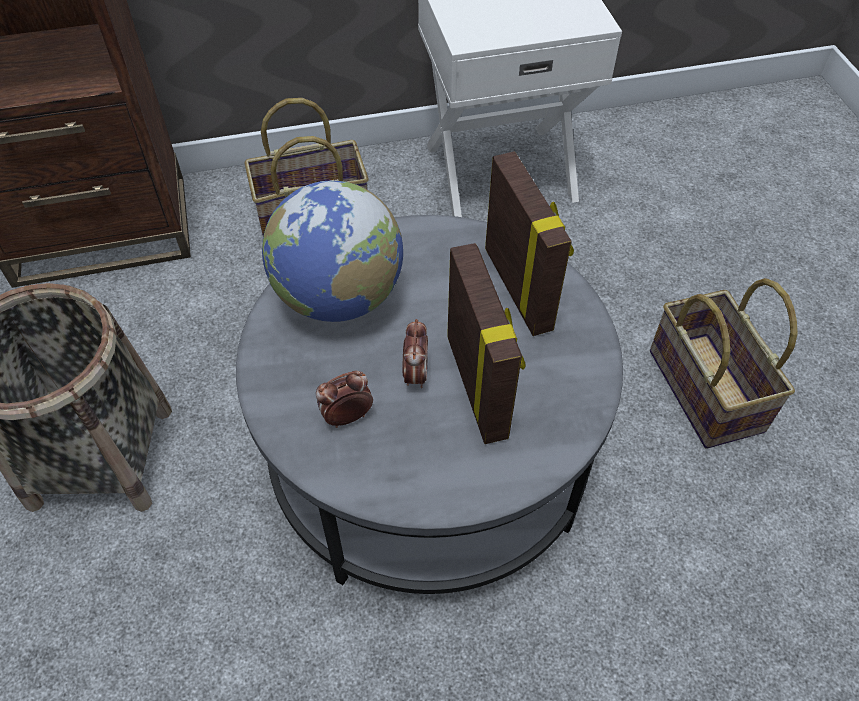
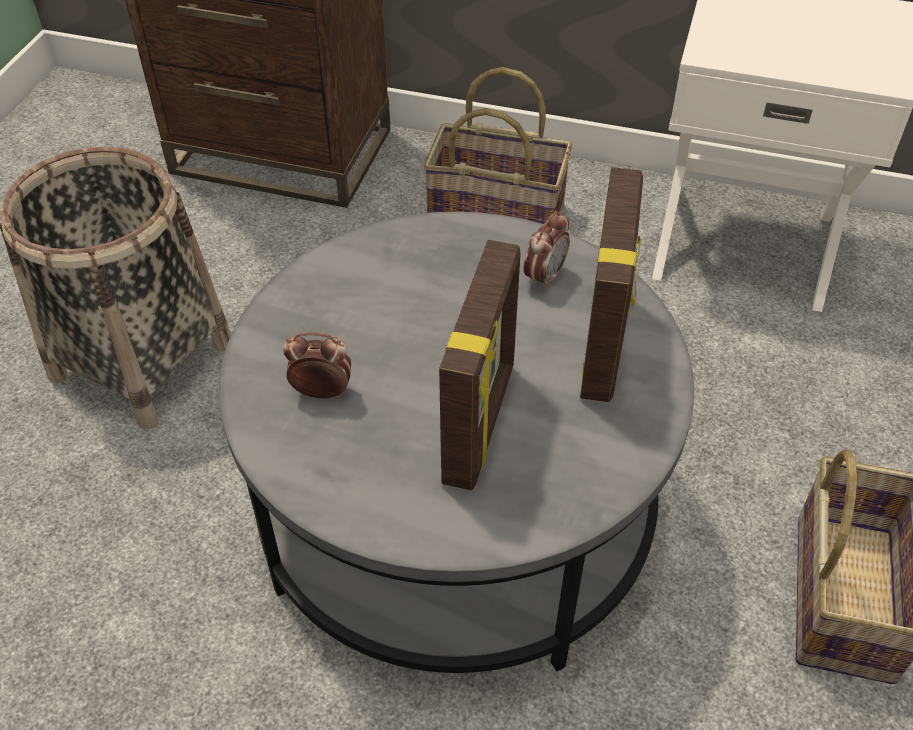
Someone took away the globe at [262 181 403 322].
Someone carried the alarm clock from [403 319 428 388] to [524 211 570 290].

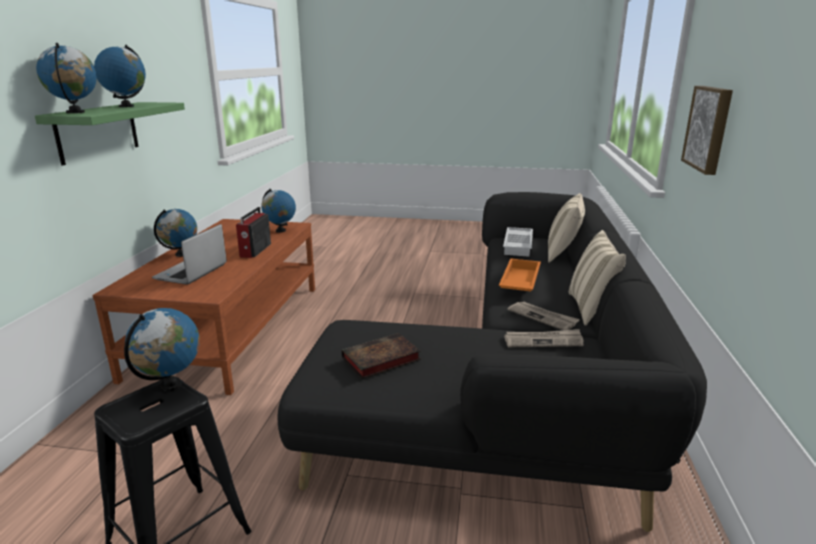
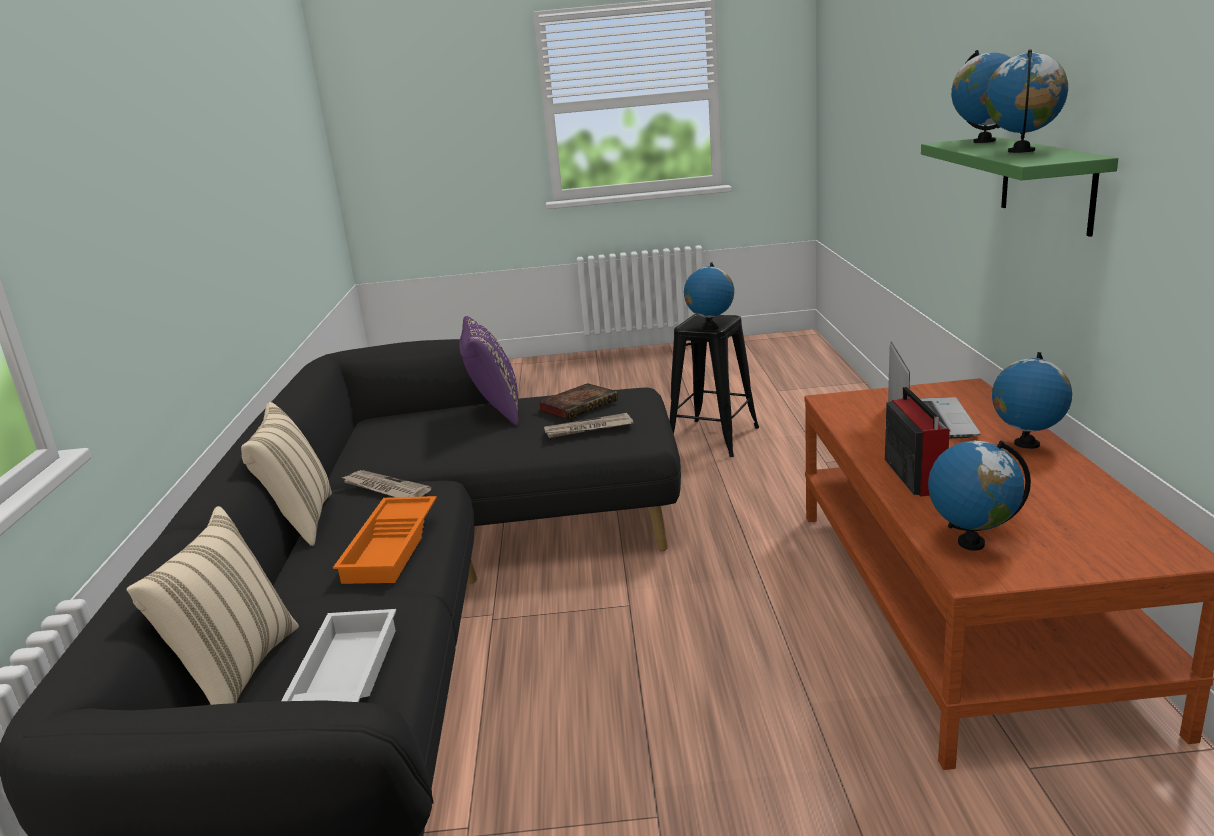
Someone took away the picture at [681 86 733 175].
Someone put down the pillow in purple at [459 316 518 426].
Someone carried the newspaper from [504 329 584 347] to [544 413 633 438].

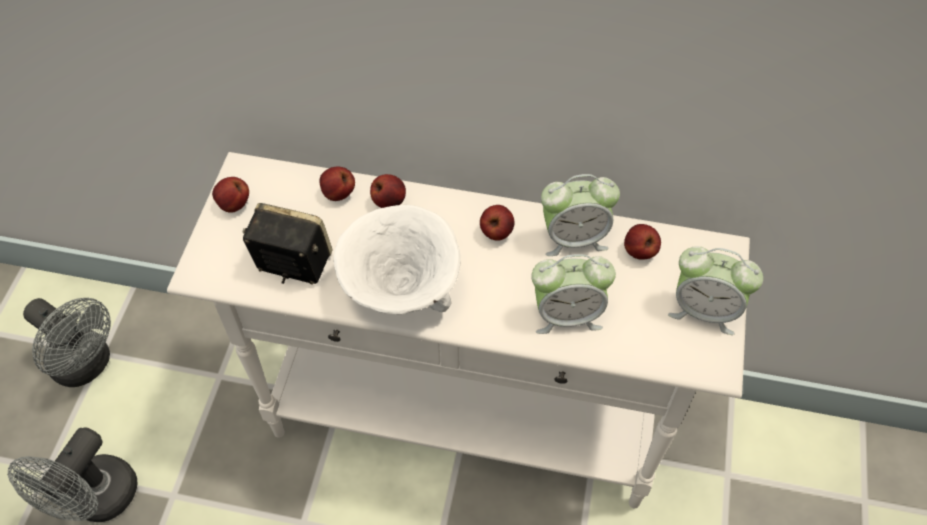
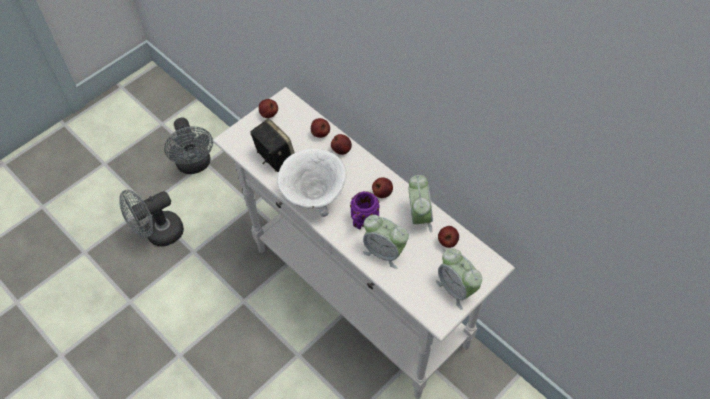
Someone put down the mug in purple at [350 191 380 230].
Someone rotated the alarm clock at [541 174 620 256] by 120 degrees counterclockwise.

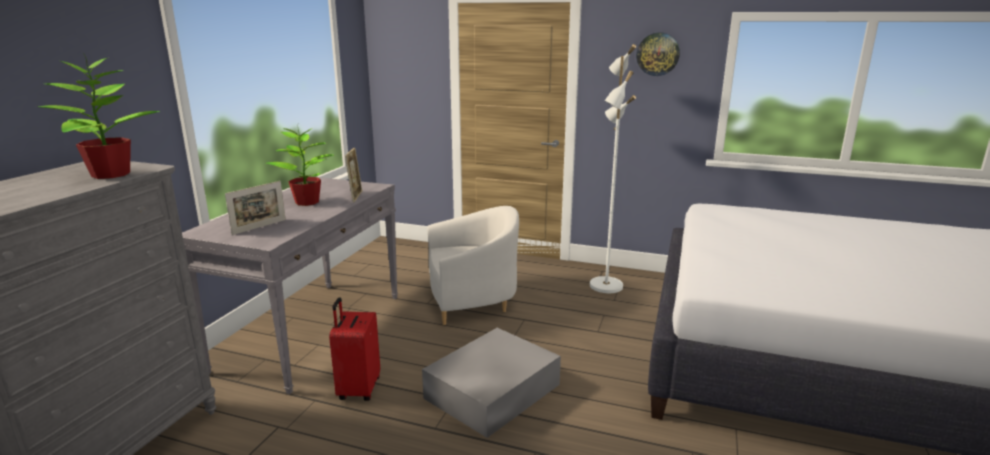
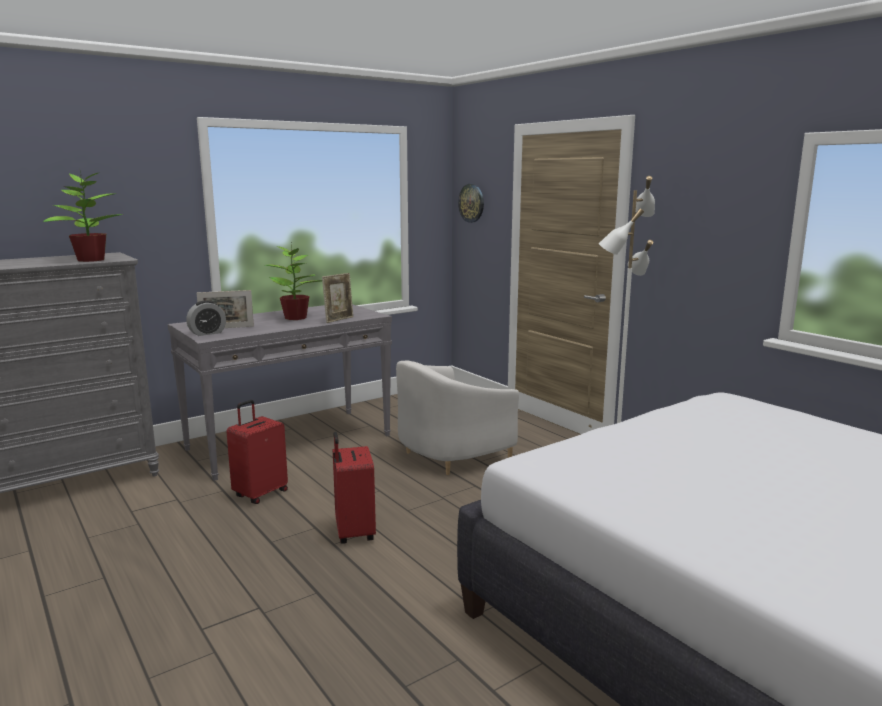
Someone put down the alarm clock at [186 300 226 336].
Someone carried the wall clock from [636 33 680 76] to [458 184 484 223].
Someone swapped the storage box in grey at [422 328 561 438] for the suitcase in red at [333 432 376 544].
Someone rotated the armchair in white at [427 206 519 325] by 120 degrees clockwise.

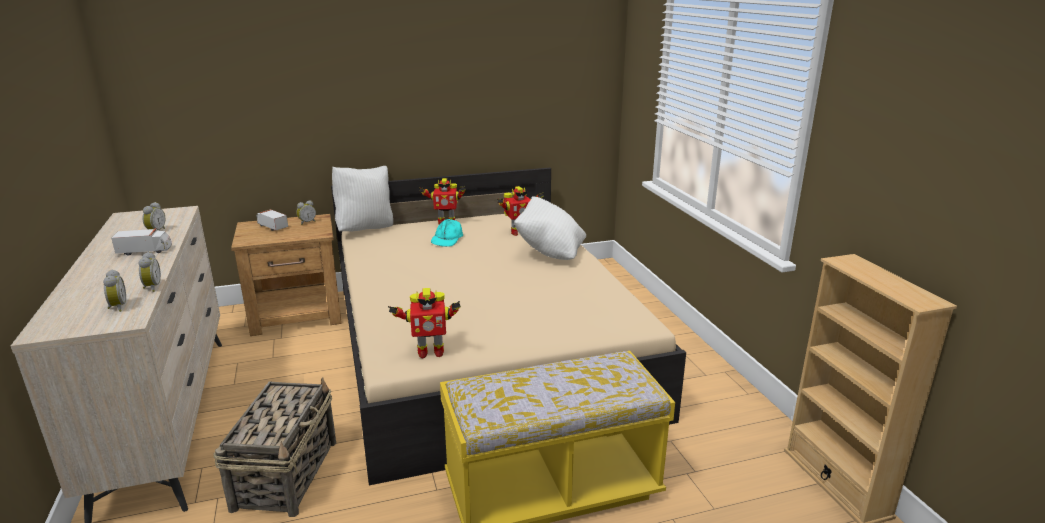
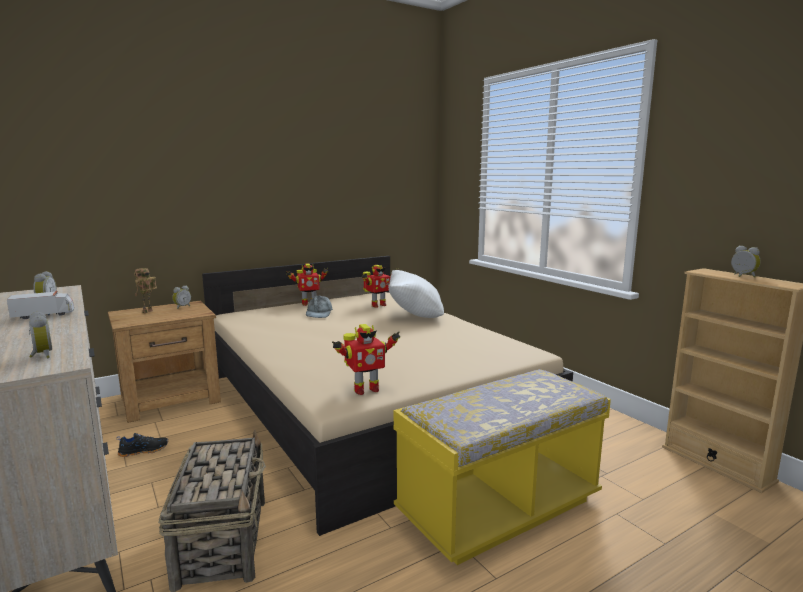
Someone took away the pillow in white at [332 166 393 231].
Someone put down the shoe in black at [117 433 168 457].
Someone carried the alarm clock from [139 252 161 292] to [731 246 761 278].
Someone swapped the toy truck at [256 209 288 231] for the toy robot at [134 268 157 313].
Someone repainted the cap in turquoise at [431 219 463 247], which became the cap in grey at [306 295 333 318].

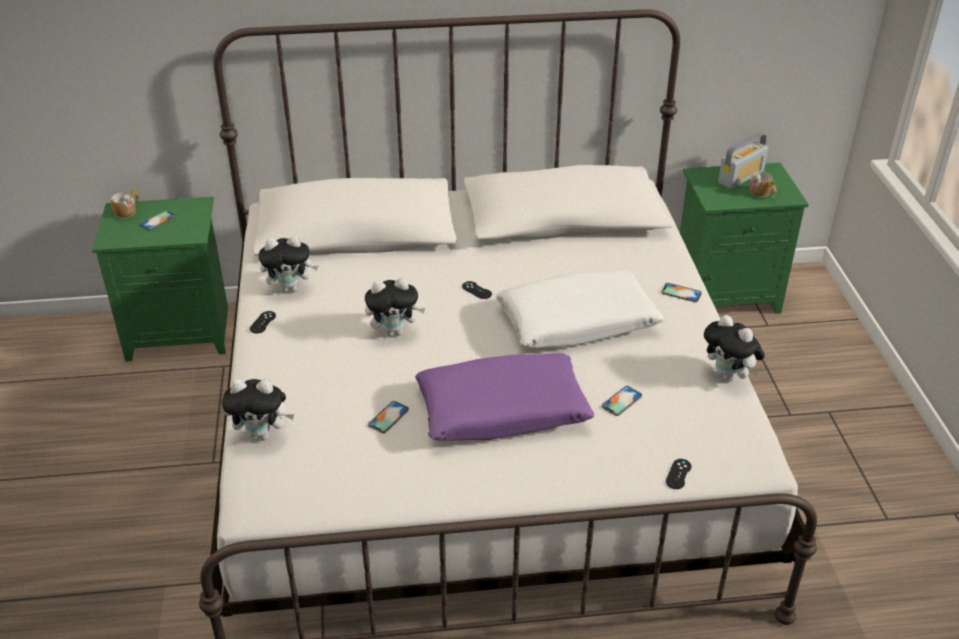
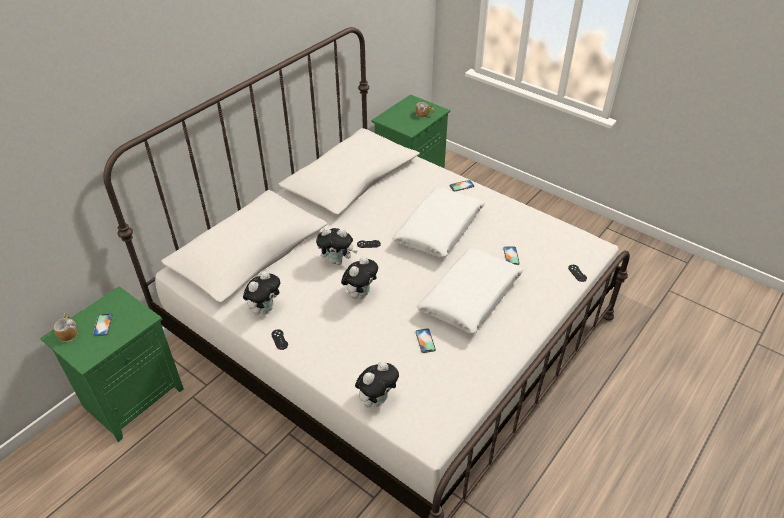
Someone took away the radio at [718 132 768 189].
Someone carried the plush toy from [704 315 765 382] to [316 227 358 265].
Someone repainted the pillow in purple at [415 353 594 441], which became the pillow in white at [417 248 524 334].

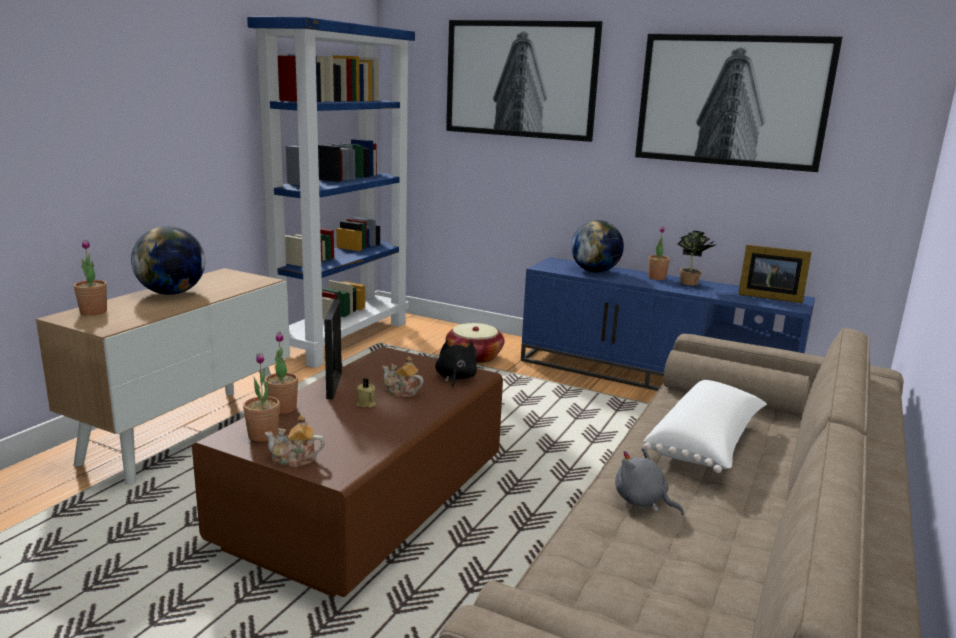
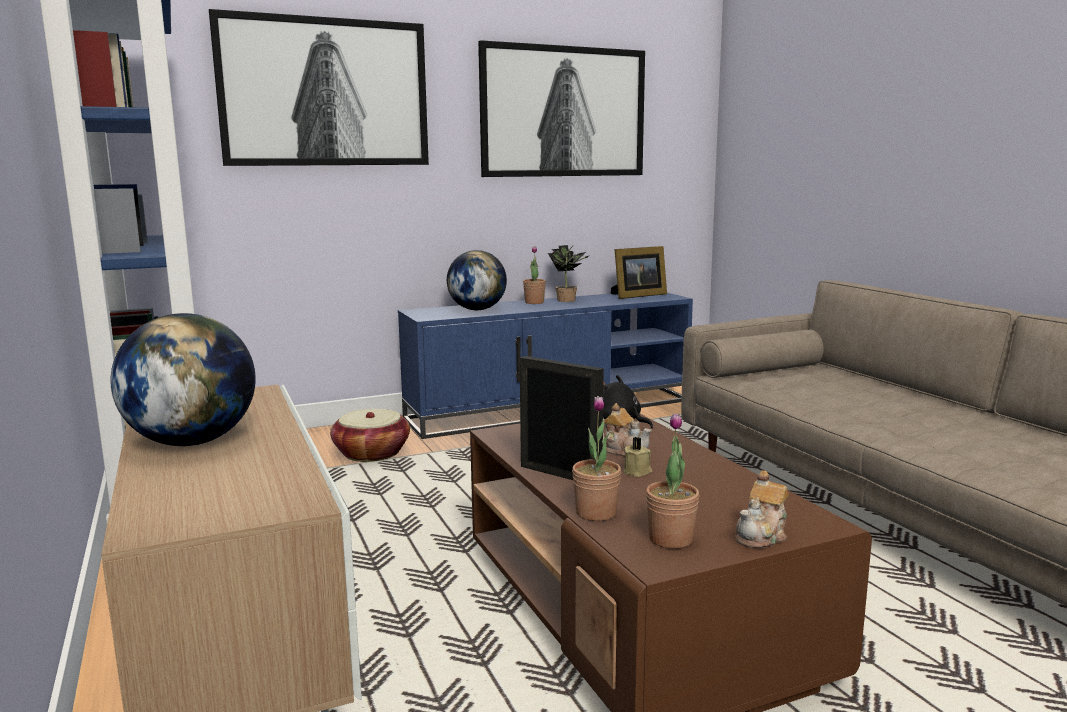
Someone took away the potted plant at [74 240 107 316].
Someone took away the plush toy in grey at [615 447 684 515].
Someone took away the pillow in white at [643 380 767 473].
Someone rotated the teapot at [382 356 424 397] by 120 degrees counterclockwise.

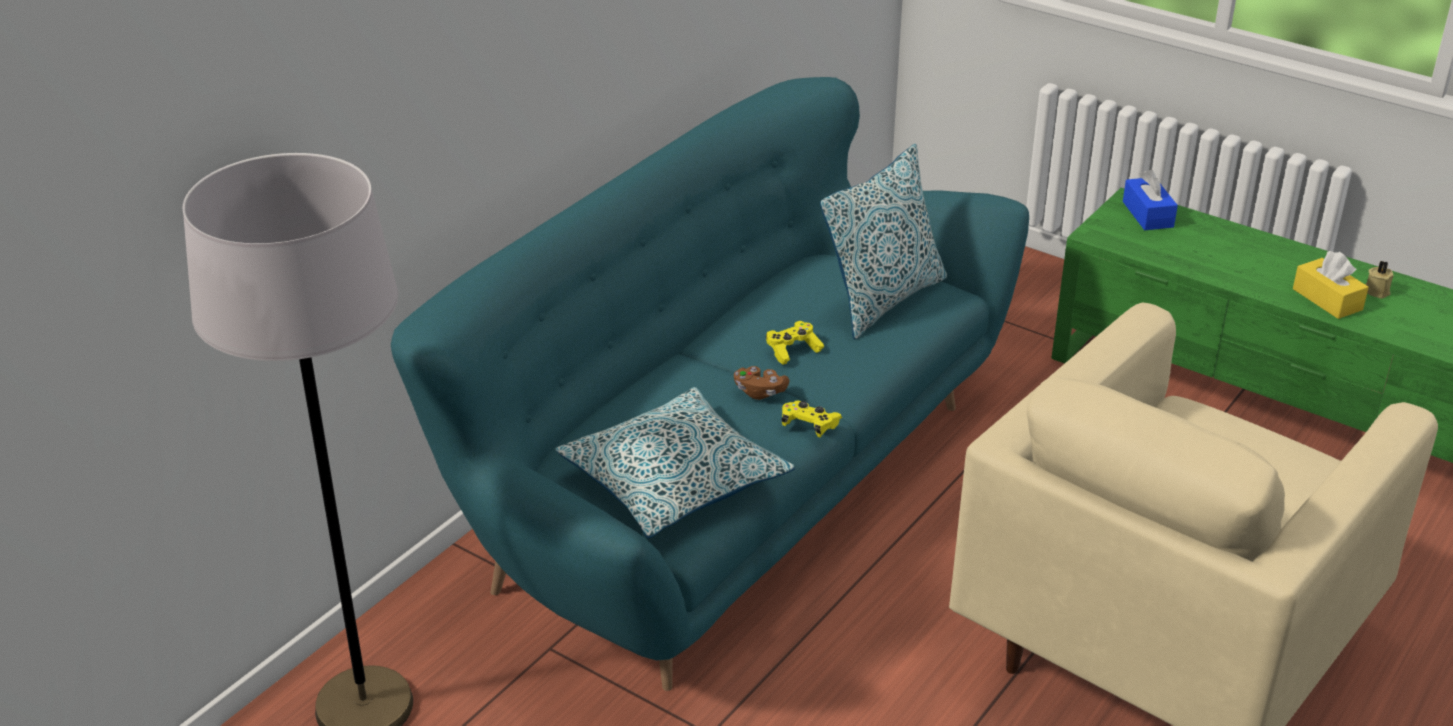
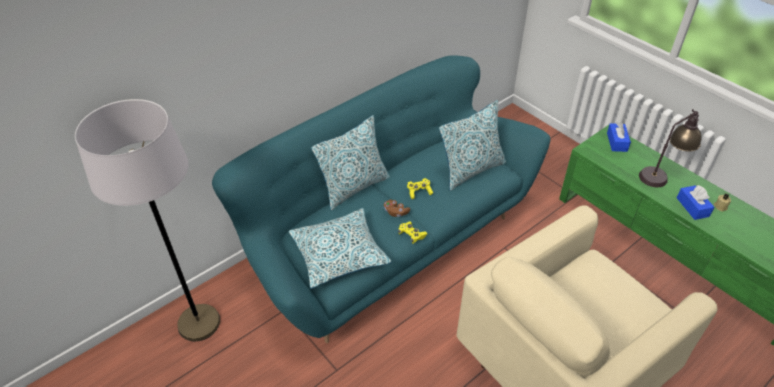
Someone put down the pillow at [311 115 390 210].
Someone put down the table lamp at [639 109 702 187].
Someone repainted the tissue box in yellow at [1293 251 1369 319], which became the tissue box in blue at [677 185 714 220].

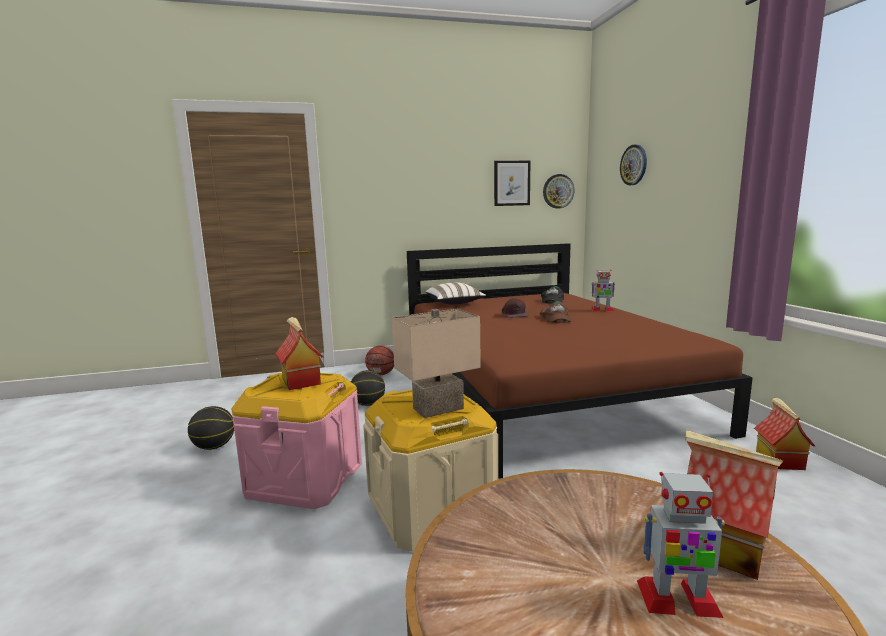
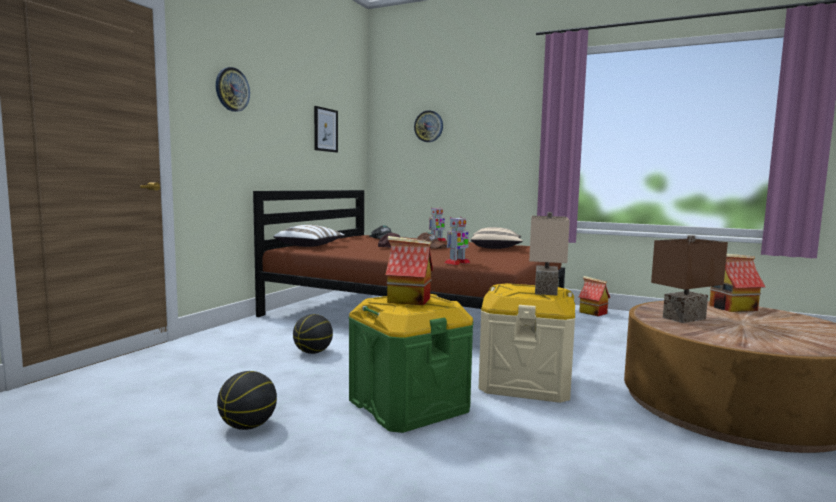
Someone took away the basketball at [365 346 394 375].
Someone put down the pillow in beige at [471 227 523 249].
Someone put down the table lamp in brown at [651 235 728 323].
Someone carried the wall clock from [543 174 575 209] to [216 67 250 112].
Someone carried the toy robot from [637 472 725 618] to [444 217 470 265].
Someone repainted the storage box in pink at [231 373 362 509], which became the storage box in green at [349 294 474 433].

